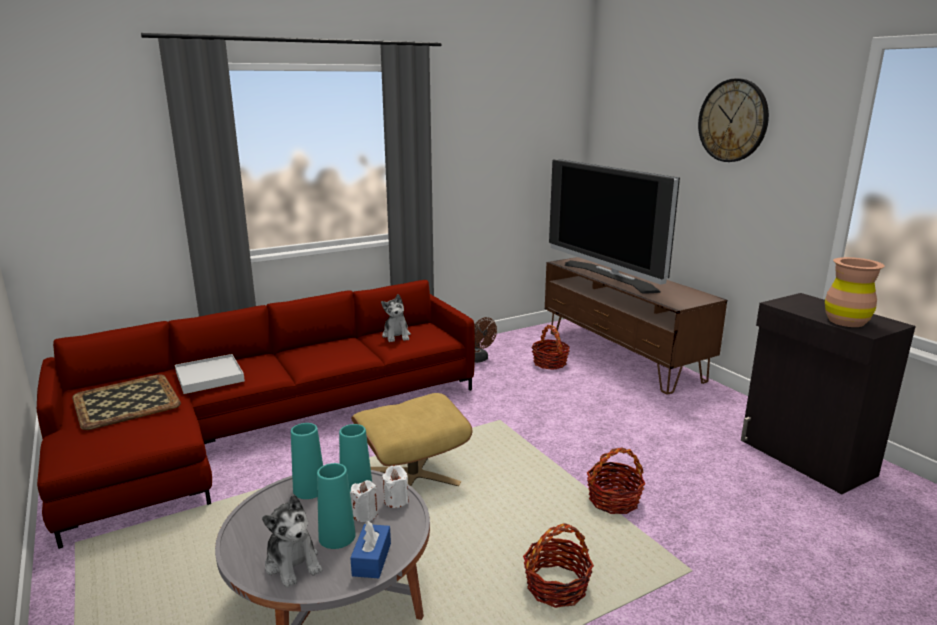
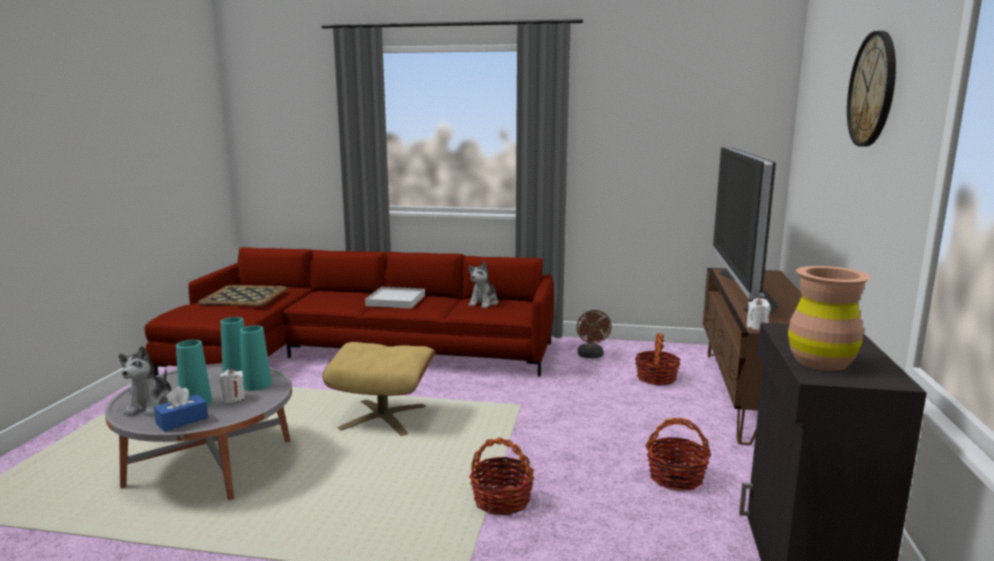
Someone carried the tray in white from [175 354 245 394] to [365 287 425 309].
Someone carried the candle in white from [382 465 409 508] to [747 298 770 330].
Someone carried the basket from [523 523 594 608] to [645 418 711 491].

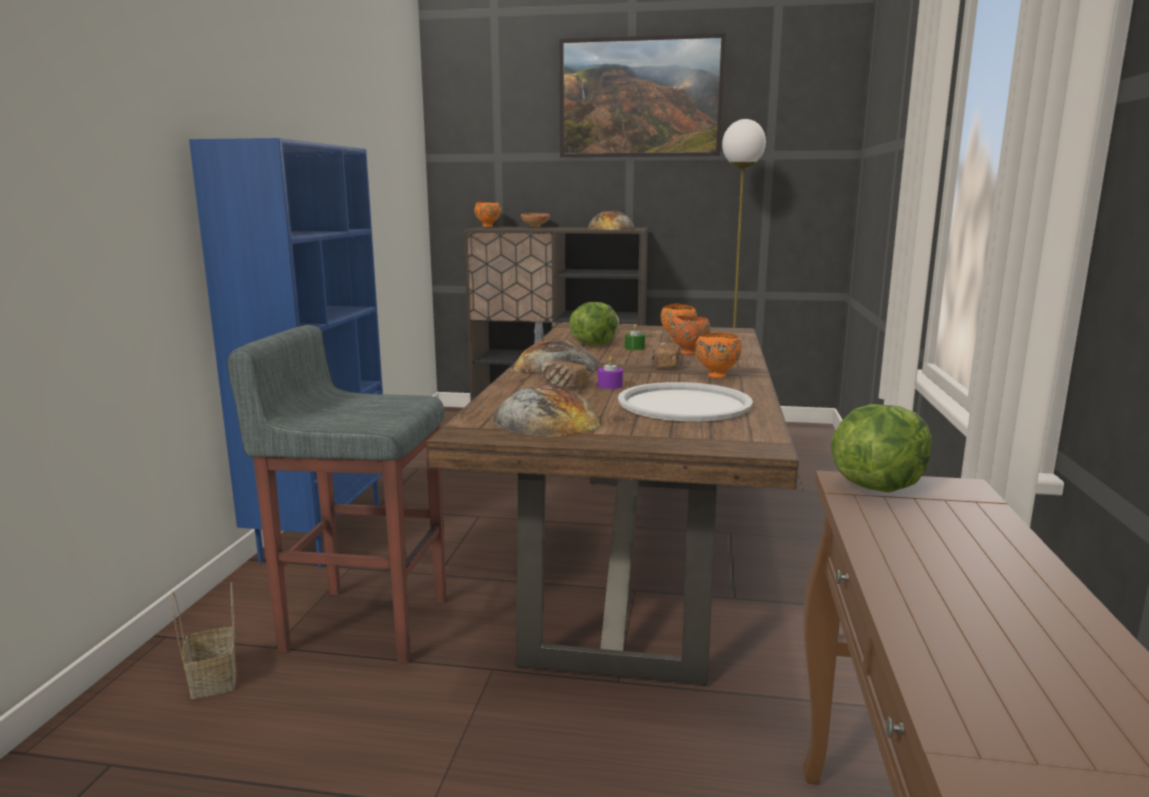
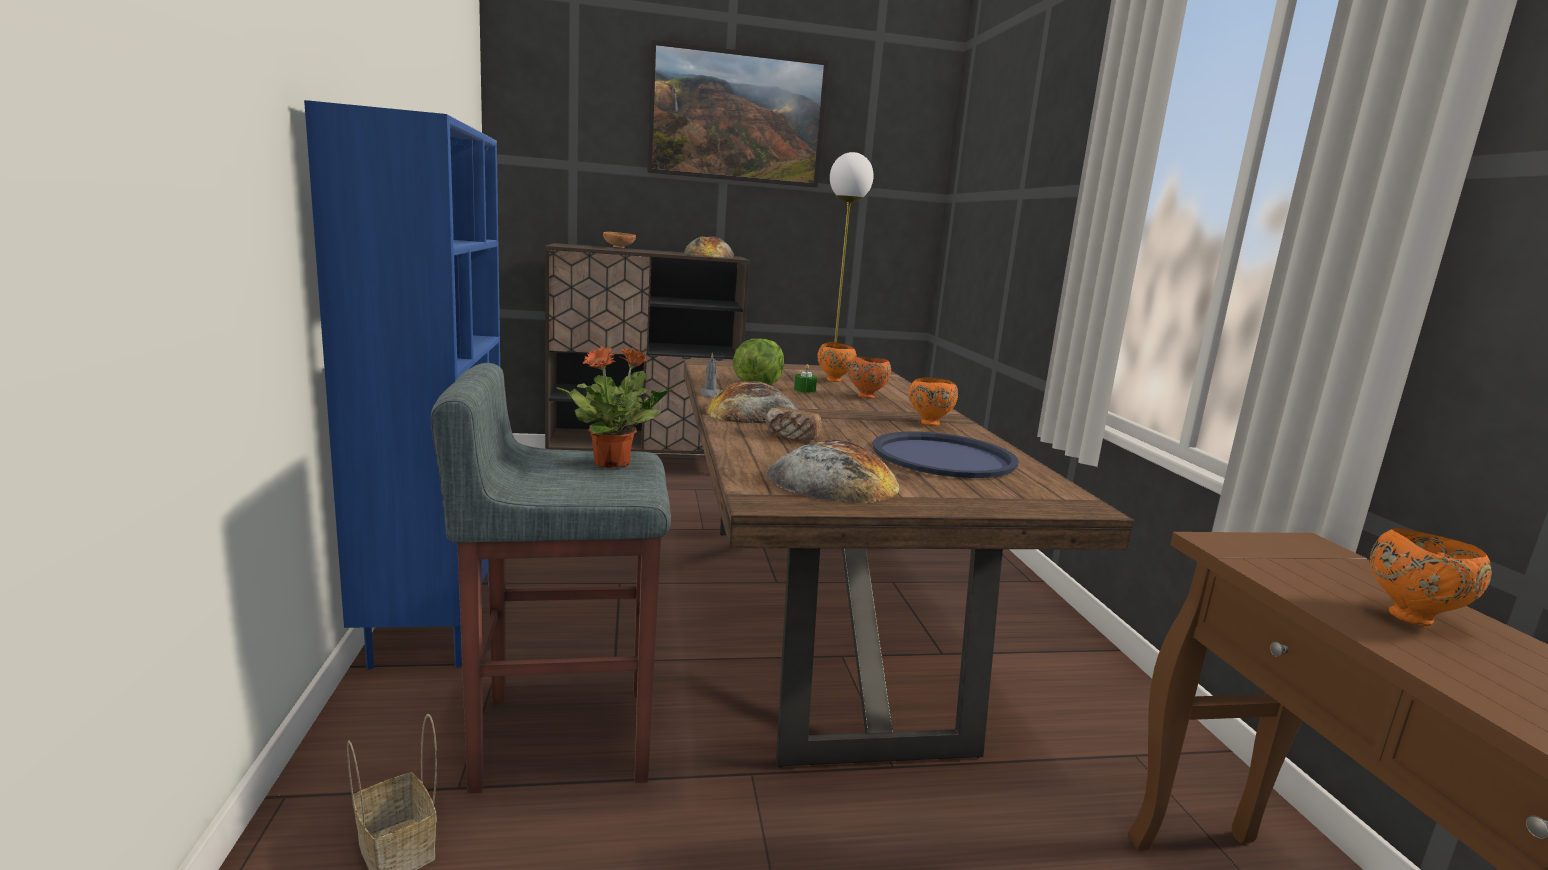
Someone took away the candle in purple at [598 356 623 389].
Someone took away the bread at [650 343 680 369].
Someone took away the lettuce at [831 404 932 493].
Someone put down the potted plant at [556 346 672 468].
Someone carried the bowl in orange from [474 201 501 227] to [1369 528 1492 626].
Someone repainted the tray in white at [618 382 753 421], which became the tray in blue at [872 431 1018 478].

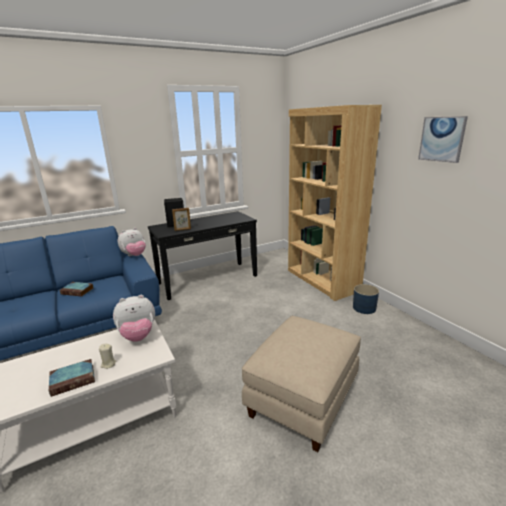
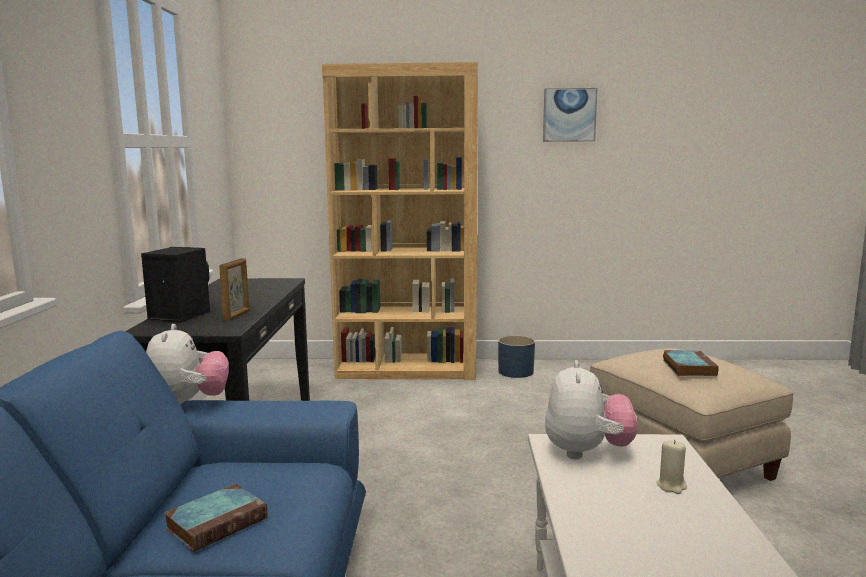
Someone carried the book from [49 359 95 397] to [663 350 719 376].

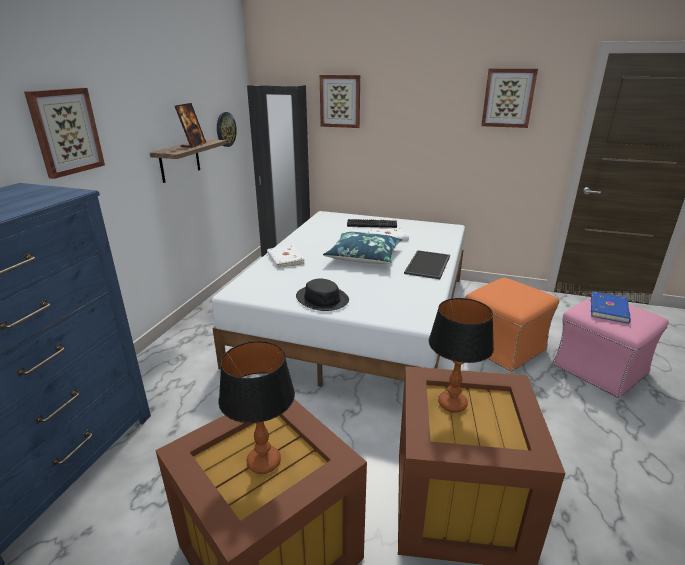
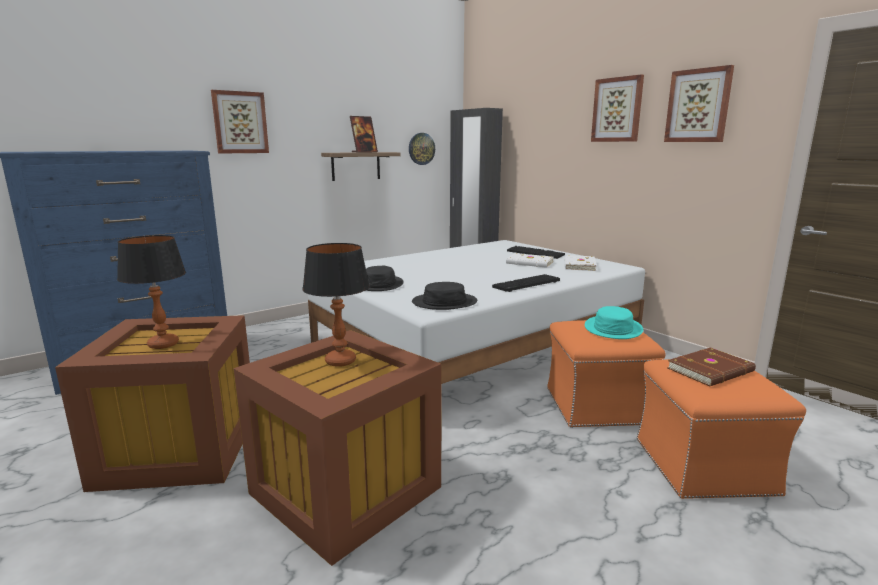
Someone took away the pillow in blue at [323 232 402 264].
Someone put down the hat in black at [412 282 477 310].
Someone put down the hat in turquoise at [585 306 643 339].
Someone carried the book in white from [267 245 305 268] to [564 255 597 271].
Someone carried the picture from [320 75 360 128] to [591 75 644 142].
Someone swapped the tray at [404 250 450 279] for the keyboard at [492 274 560 292].
Someone repainted the ottoman in pink at [552 297 669 398], which became the ottoman in orange at [637 359 806 499].
Someone repainted the book in blue at [591 291 631 324], which became the book in brown at [667 347 756 386].

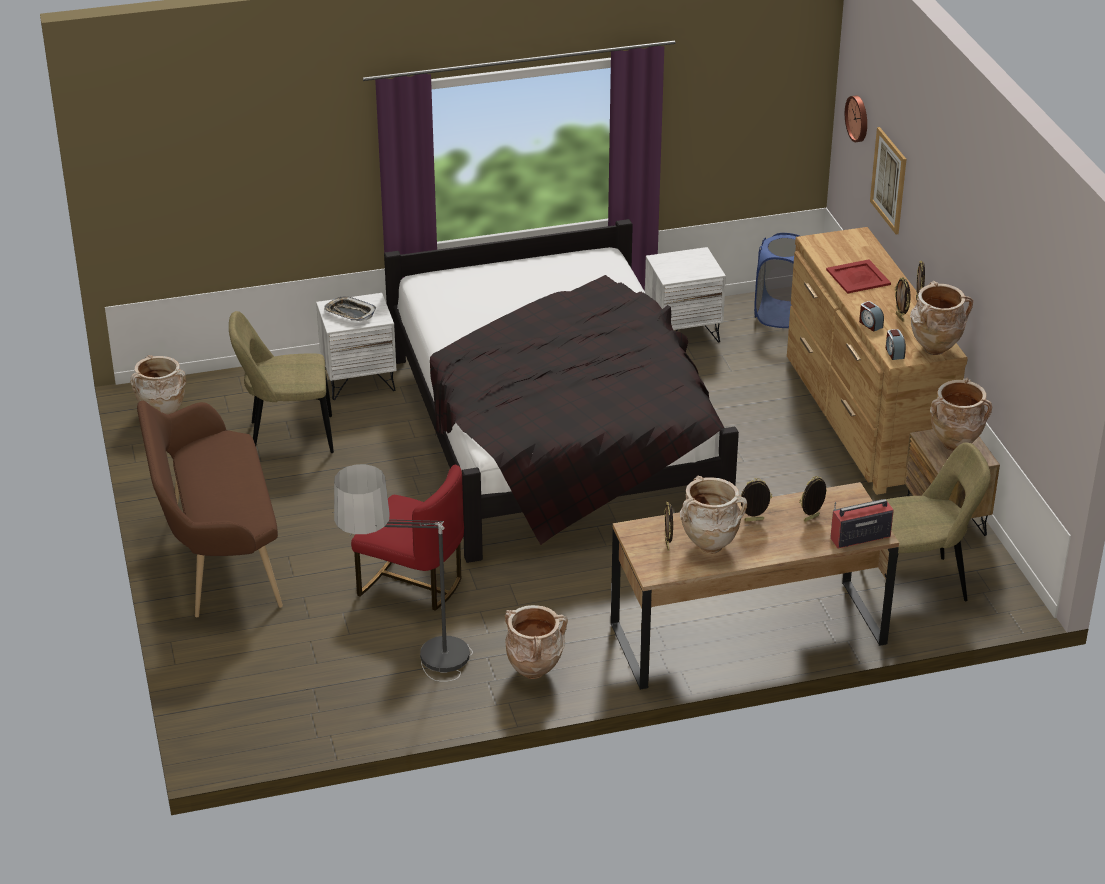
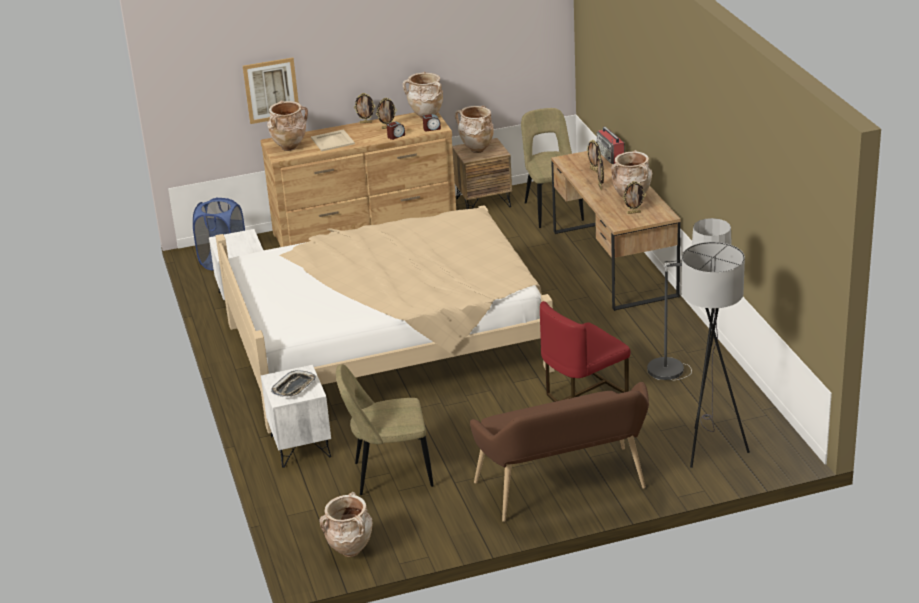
Someone took away the wall clock at [845 95 867 142].
Someone put down the floor lamp in grey at [682 242 750 468].
Someone carried the vase in beige from [505 605 568 679] to [267 100 308 151].
Someone repainted the bed in black at [384 219 739 563], which became the bed in beige at [216 205 555 433].
Someone repainted the tray in red at [826 259 891 294], which became the tray in beige at [311 129 355 151].
Someone rotated the chair in beige at [229 311 334 453] by 90 degrees clockwise.
Someone rotated the chair in red at [351 465 464 611] by 150 degrees counterclockwise.

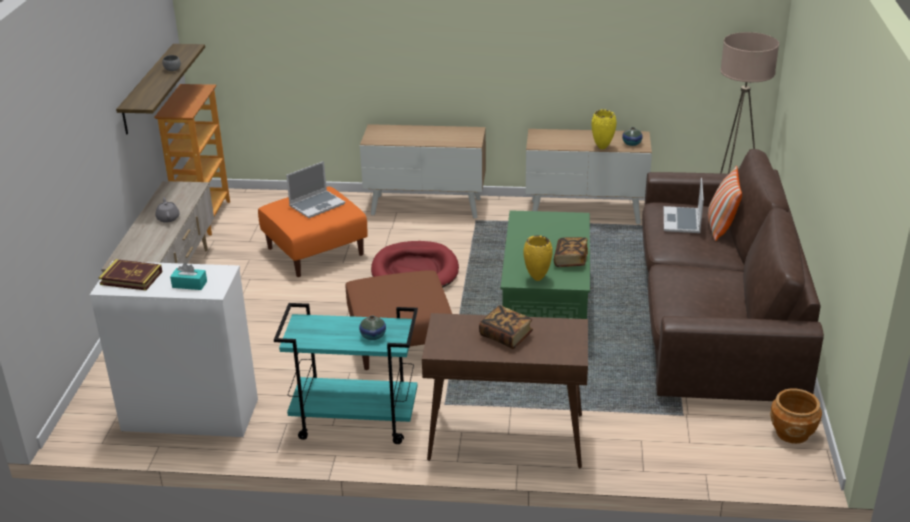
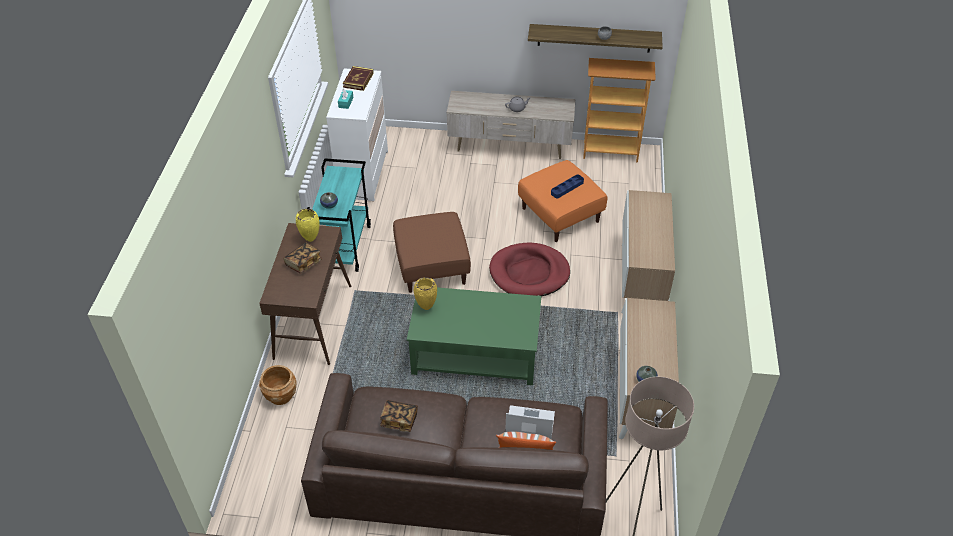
Someone carried the book from [554 237 588 267] to [380 400 418 432].
Someone carried the vase in yellow from [592 109 617 149] to [296 209 320 242].
Someone carried the planter in brown from [770 389 822 444] to [259 365 296 405].
Someone swapped the laptop at [286 161 345 218] for the tray in blue at [551 174 584 198].

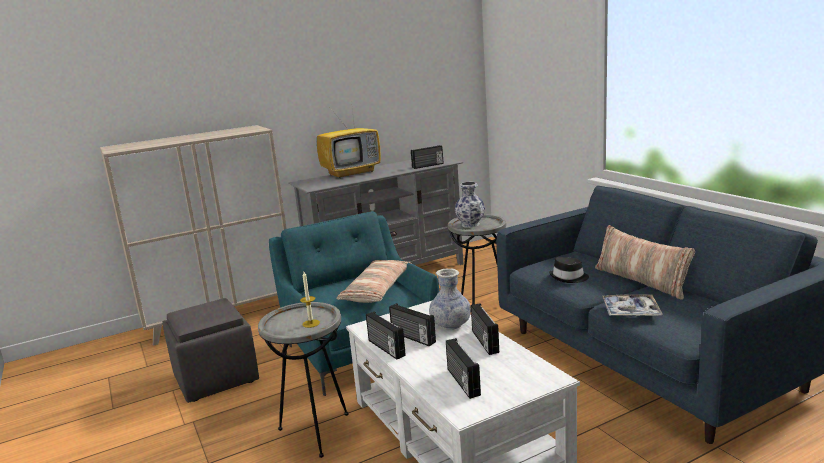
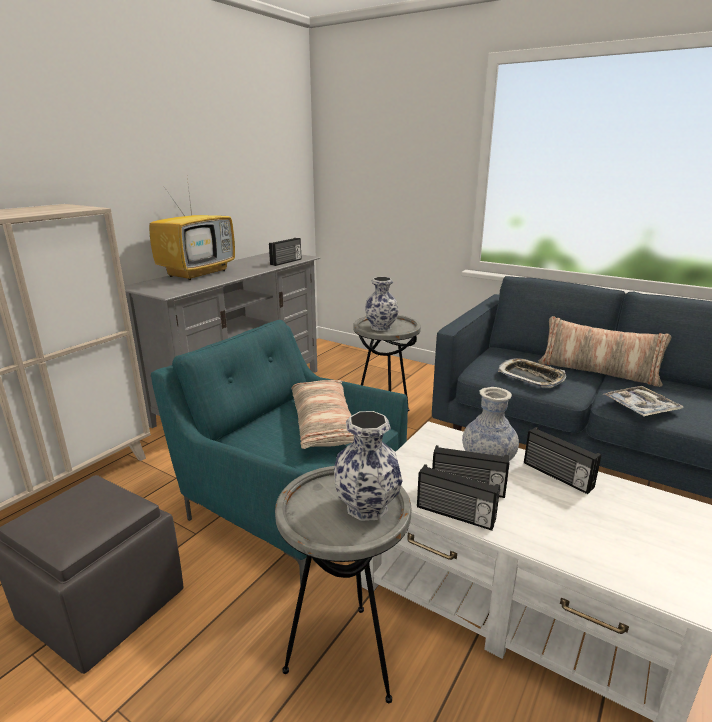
Someone took away the radio at [446 338 481 399].
Someone swapped the candle at [300 272 320 328] for the vase at [334 411 402 521].
Someone swapped the hat in black at [549 257 589 283] for the tray at [498 358 566 388].

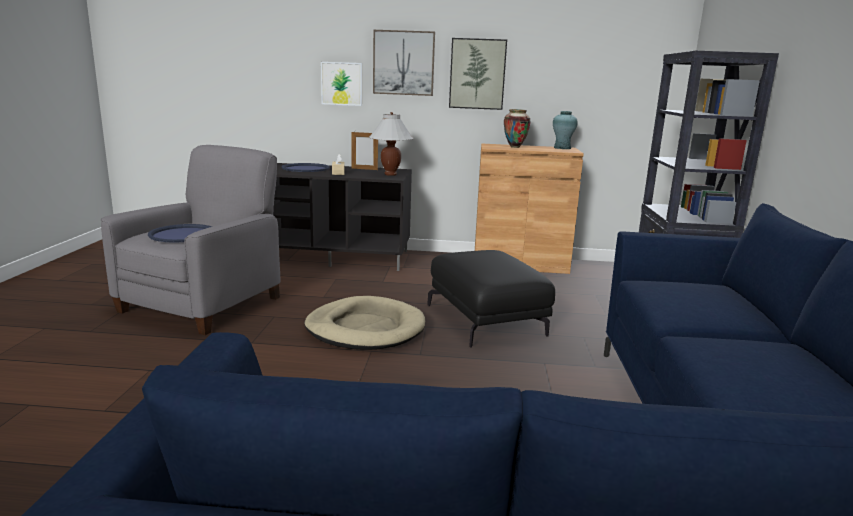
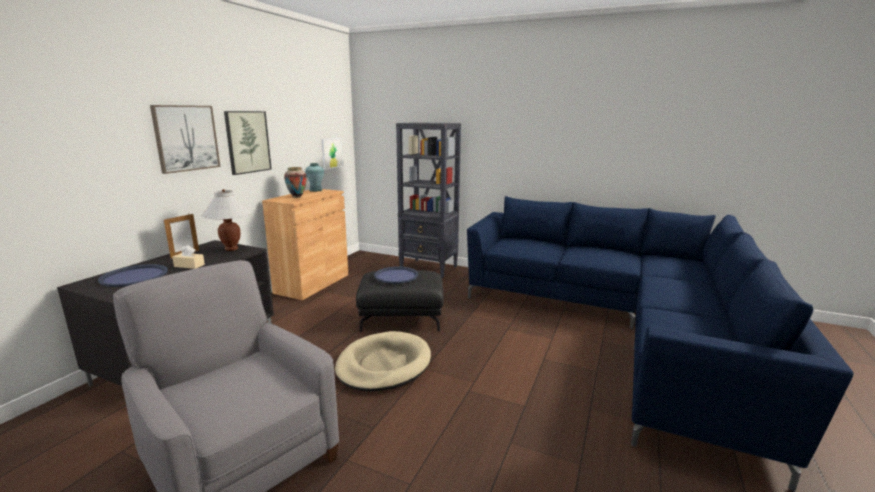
Someone carried the tray in blue from [148 224 212 243] to [374 267 418 284].
Someone carried the picture from [321 62 362 106] to [322 138 343 170].

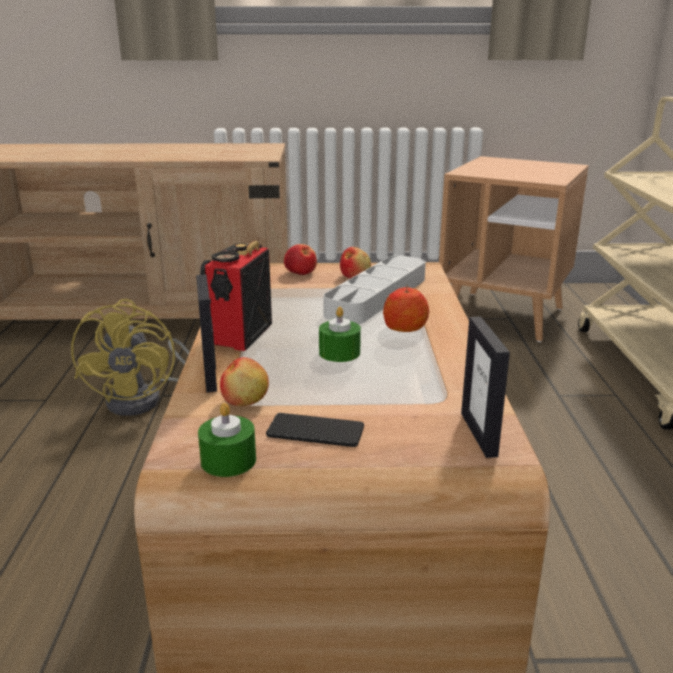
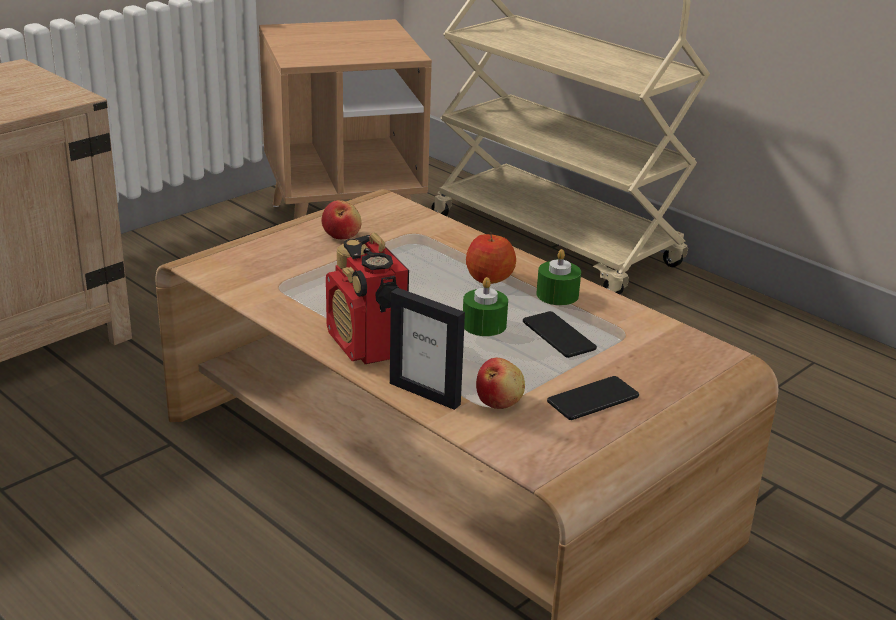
Someone took away the fan in yellow at [71 299 190 416].
Someone took away the apple at [284 244 317 275].
Someone took away the tray in grey at [323 255 426 324].
Someone took away the picture frame at [461 317 510 458].
Someone put down the phone at [523 311 597 358].
Someone carried the candle in green from [198 403 256 477] to [536 249 581 305].

